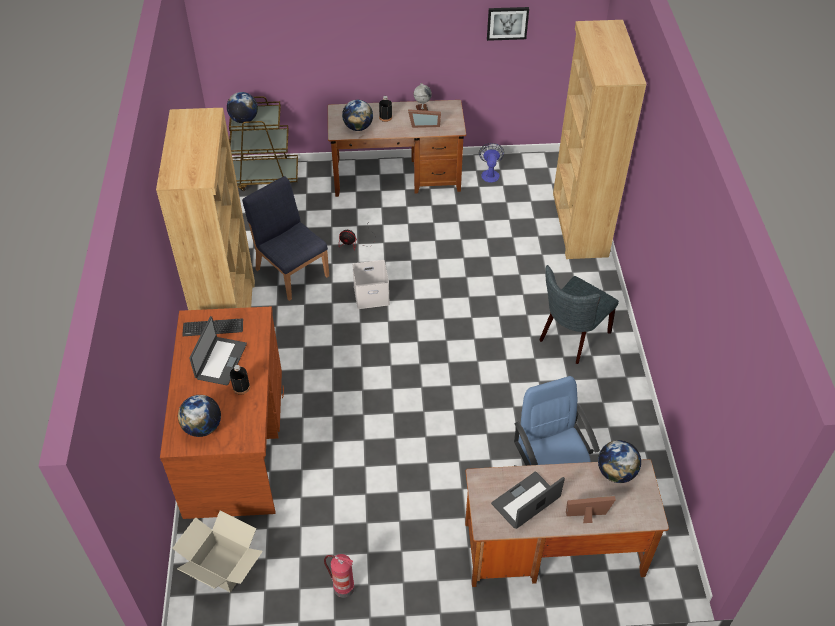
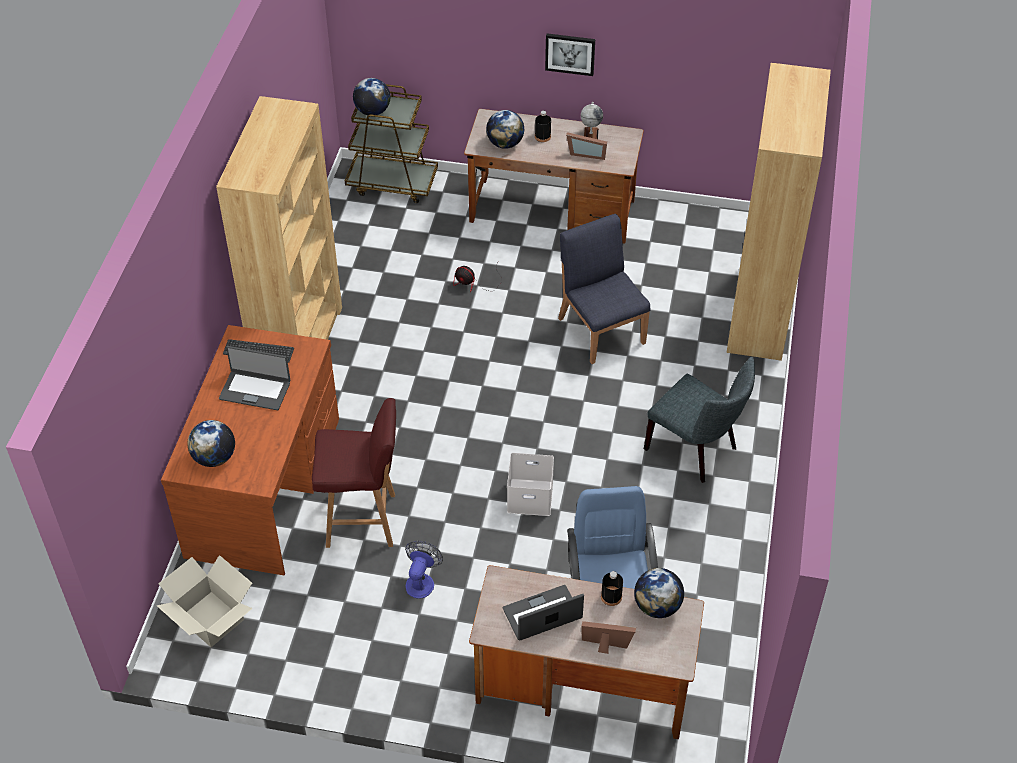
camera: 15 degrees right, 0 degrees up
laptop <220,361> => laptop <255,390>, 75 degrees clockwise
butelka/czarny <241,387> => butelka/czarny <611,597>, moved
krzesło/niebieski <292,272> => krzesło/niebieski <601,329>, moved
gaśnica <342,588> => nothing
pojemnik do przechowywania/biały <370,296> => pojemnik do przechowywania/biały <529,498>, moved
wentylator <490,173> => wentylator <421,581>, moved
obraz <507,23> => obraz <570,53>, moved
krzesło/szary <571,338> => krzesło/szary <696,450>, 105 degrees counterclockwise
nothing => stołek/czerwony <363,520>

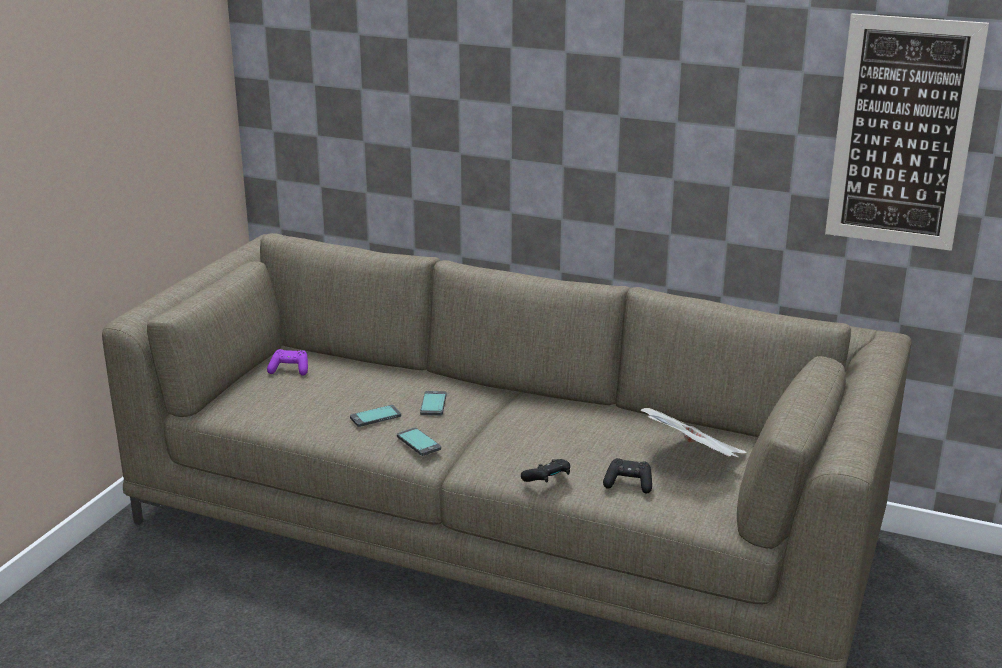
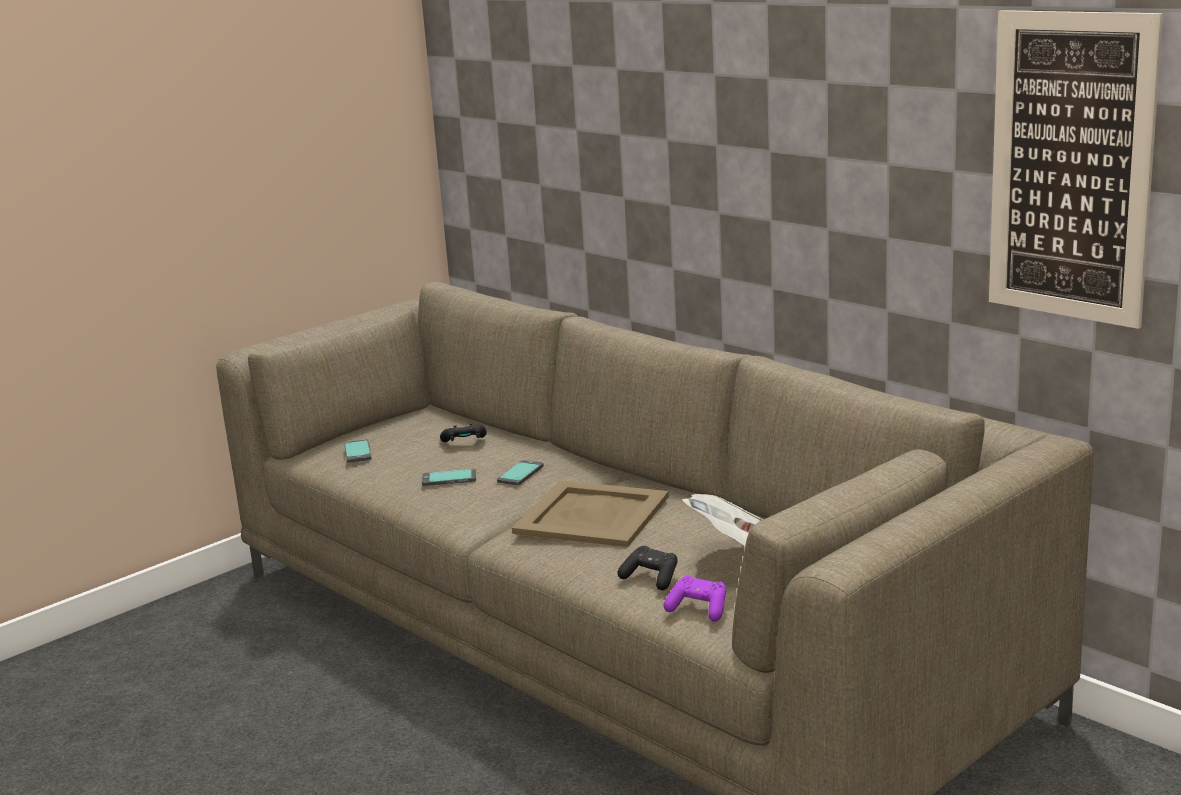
camera: 25 degrees right, 5 degrees down
pad do gier/fioletowy <290,370> => pad do gier/fioletowy <698,609>, moved
telefon <419,442> => telefon <358,452>, moved
pad do gier/czarny <547,480> => pad do gier/czarny <464,443>, moved
nothing => taca/beżowy <592,515>

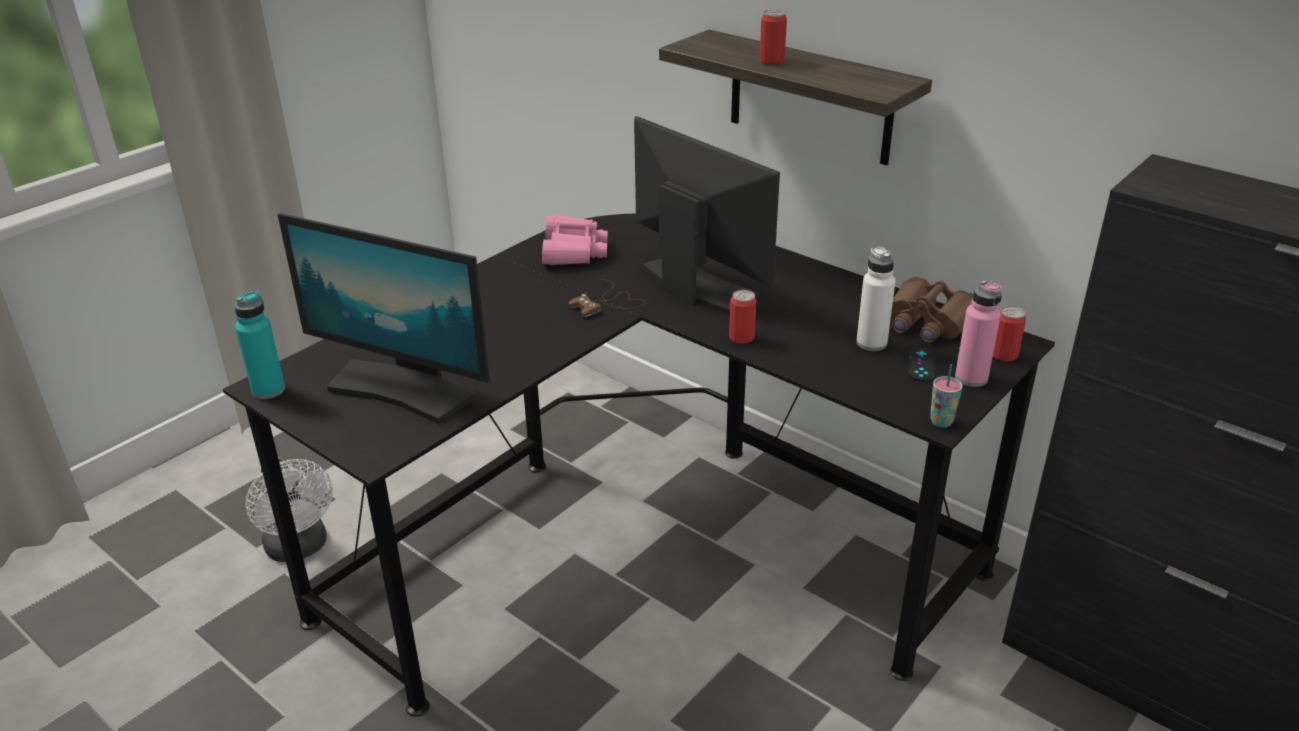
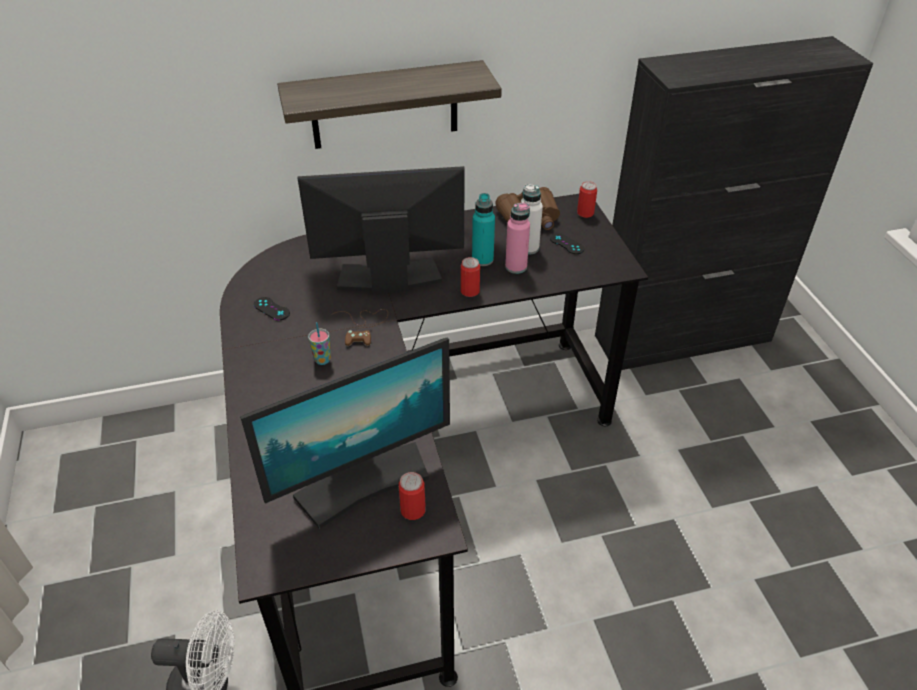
camera: 55 degrees left, 10 degrees up
butelka/turkusowy <268,390> => butelka/turkusowy <482,260>, moved
lornetka/różowy <573,251> => pad do gier/czarny <271,309>
puszka <771,61> => puszka <413,510>, moved
filiżanka <941,422> => filiżanka <322,360>, moved
butelka/różowy <971,378> => butelka/różowy <516,267>, moved

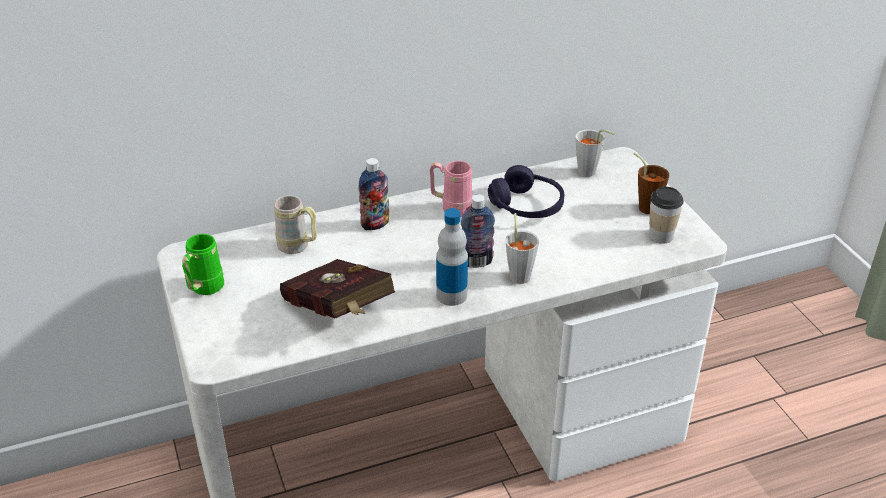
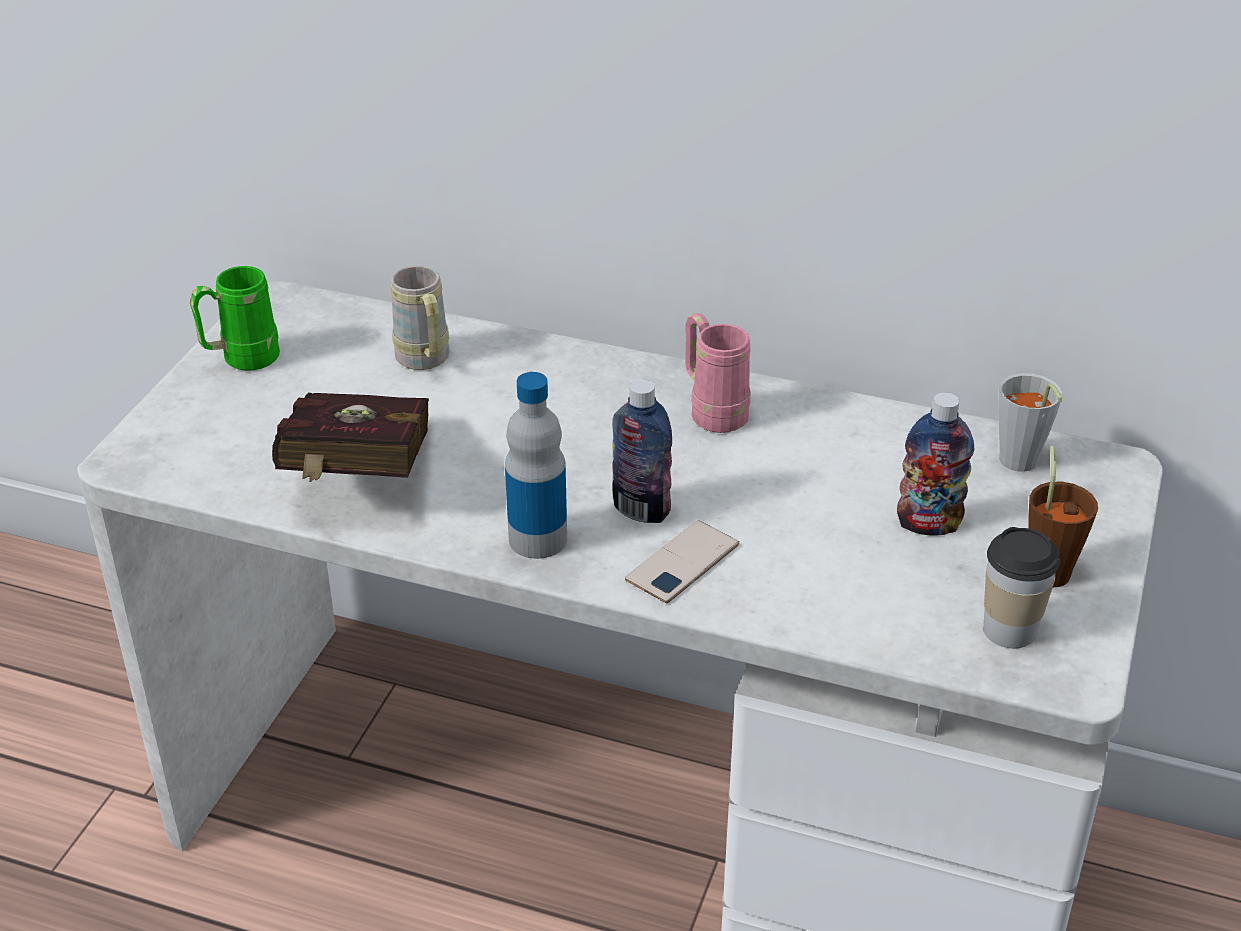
camera: 40 degrees right, 0 degrees up
butelka <375,224> => butelka <928,524>, moved
słuchawki/fioletowy <527,206> => nothing
filiżanka/szary <519,273> => telefon <682,562>

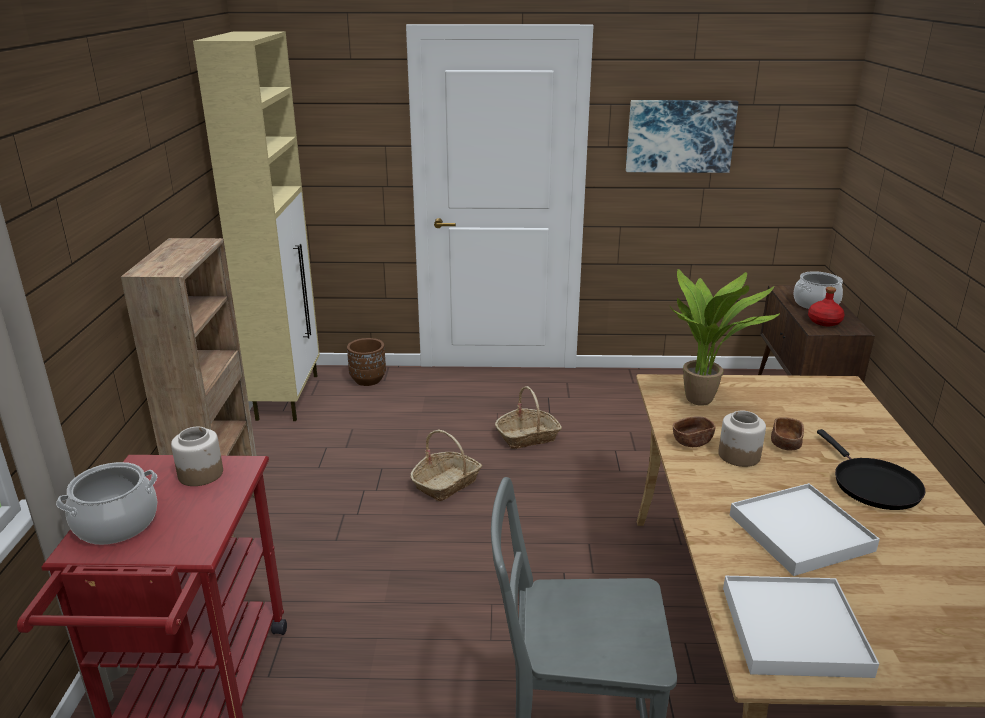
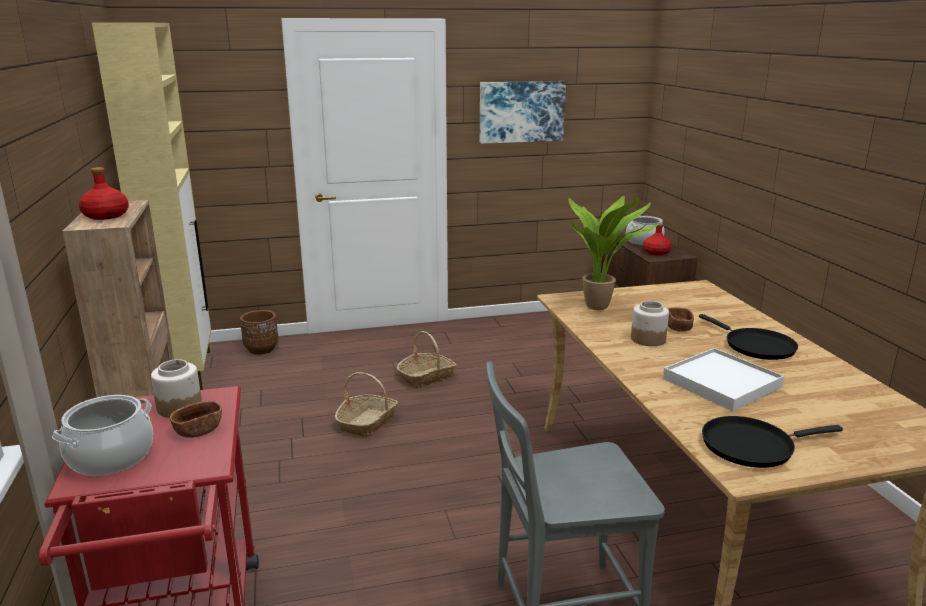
camera: 15 degrees left, 5 degrees down
miska/brązowy <692,441> => miska/brązowy <199,431>, moved
taca/biały <793,630> => patelnia/czarny <752,446>
nothing => butelka/czerwony <105,216>

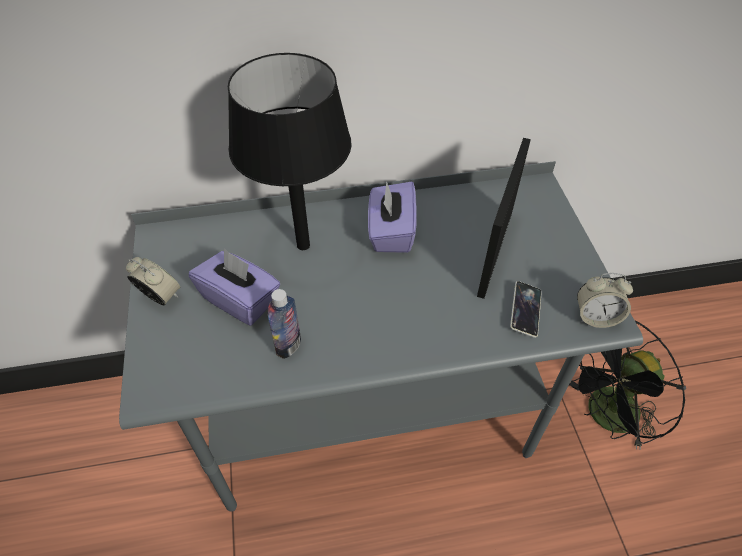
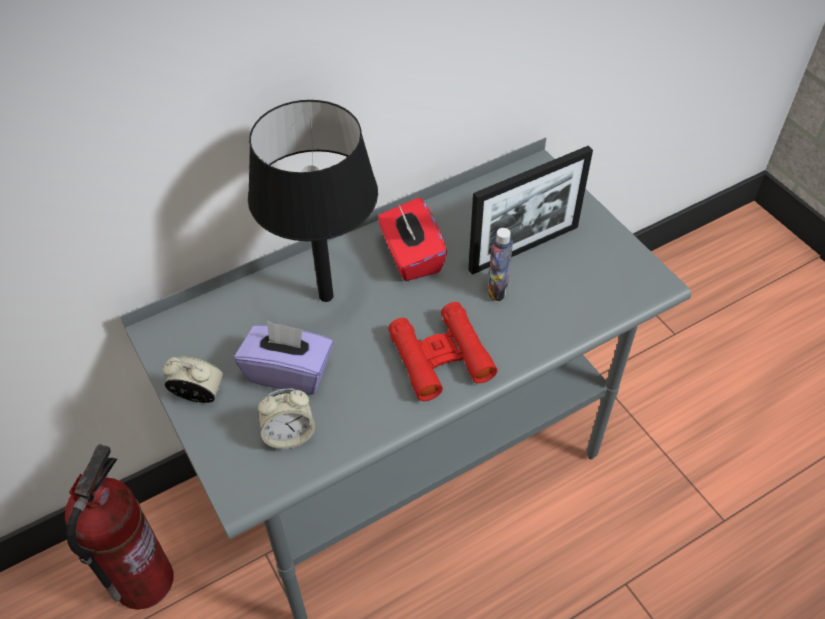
camera: 20 degrees left, 0 degrees up
butelka <288,346> => butelka <497,289>, moved
pudełko chusteczek/fioletowy <391,232> => pudełko chusteczek/czerwony <411,256>
ramka na zdjęcie <495,252> => ramka na zdjęcie <524,248>, 120 degrees counterclockwise
telefon <525,311> => nothing
wentylator/czarny <605,417> => nothing
budzik <595,317> => budzik <289,435>, moved
nothing => gaśnica <144,581>
nothing => lornetka/czerwony <440,357>

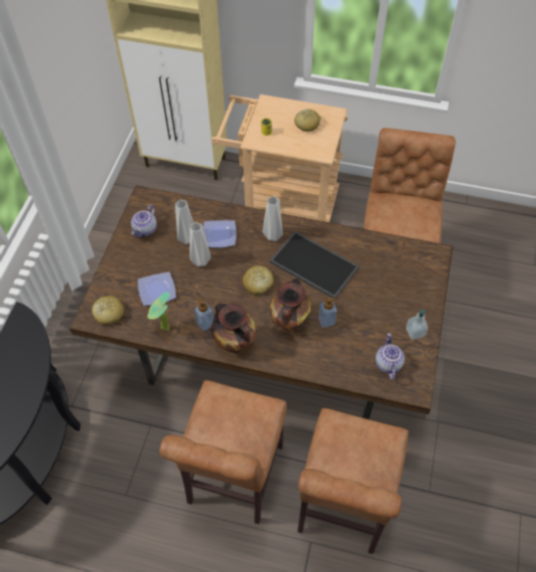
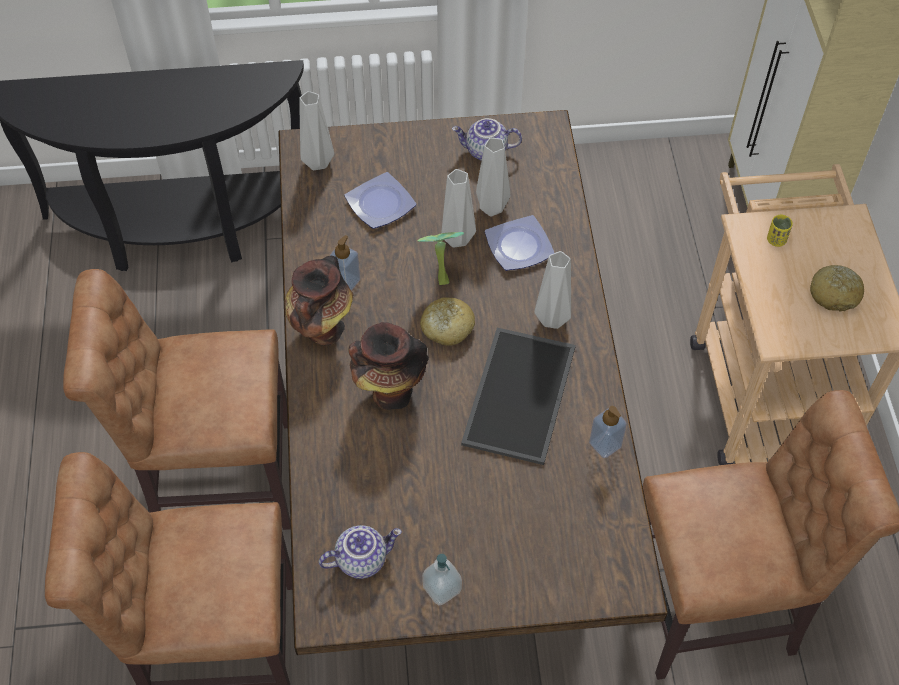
camera: 70 degrees right, 0 degrees up
chleb <108,313> => wazon/szary <319,163>
roślina doniczkowa <163,329> => roślina doniczkowa <440,279>, moved
dozownik mydła <326,321> => dozownik mydła <605,444>, moved

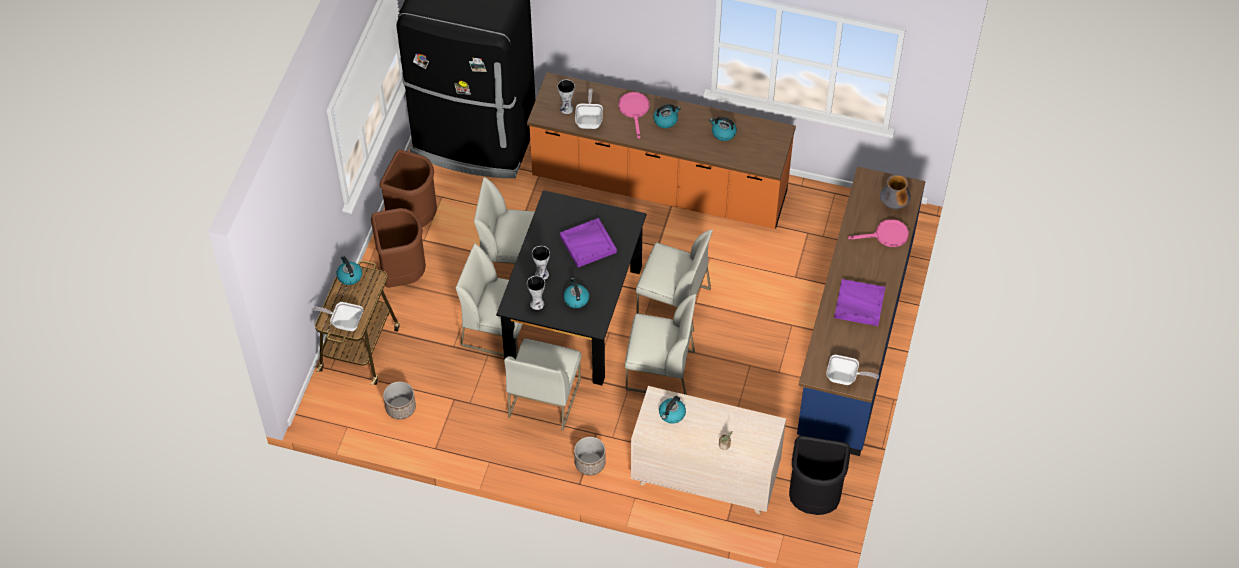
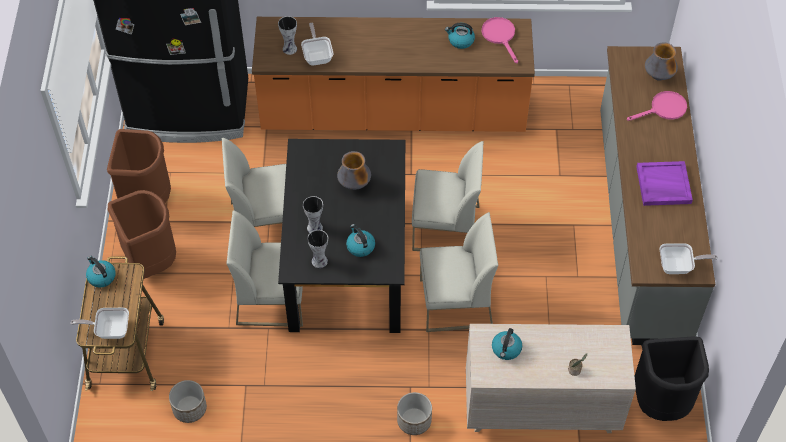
camera: 15 degrees left, 0 degrees up
krzesło/biały <544,397> => nothing
taca/fioletowy <588,243> => wazon <354,184>
patelnia/różowy <634,110> => patelnia/różowy <500,36>, moved
czajnik <666,120> => nothing
zabudowa kuchenna/niebieski <853,339> => zabudowa kuchenna/szary <640,225>

